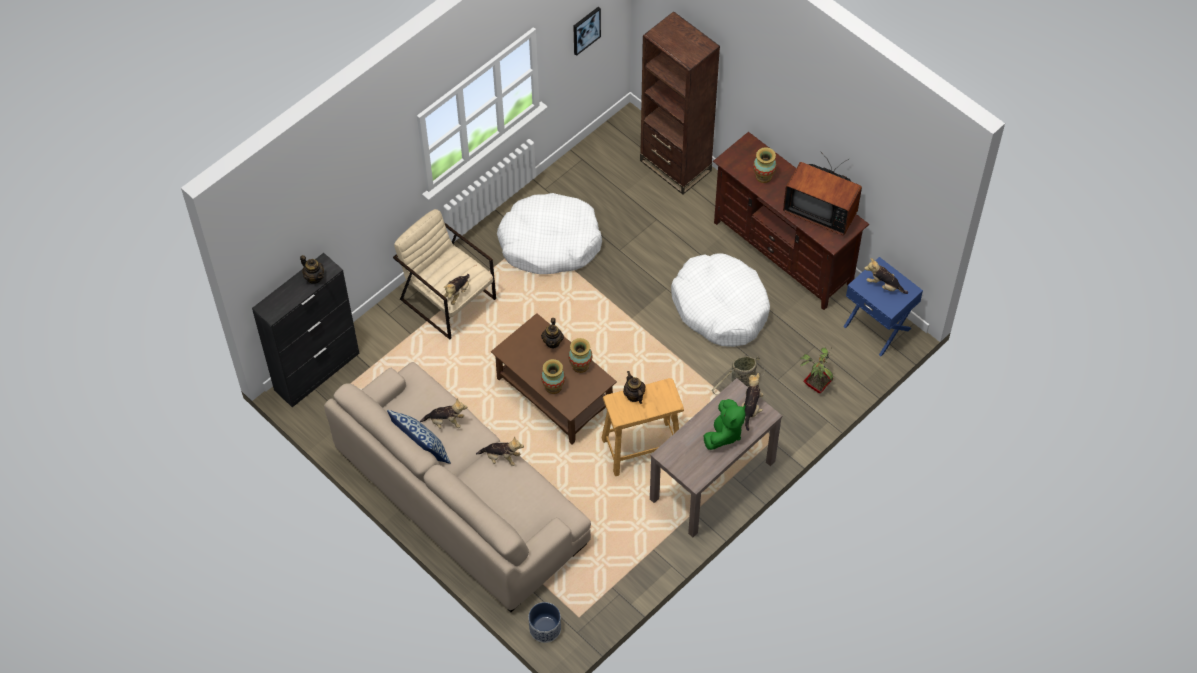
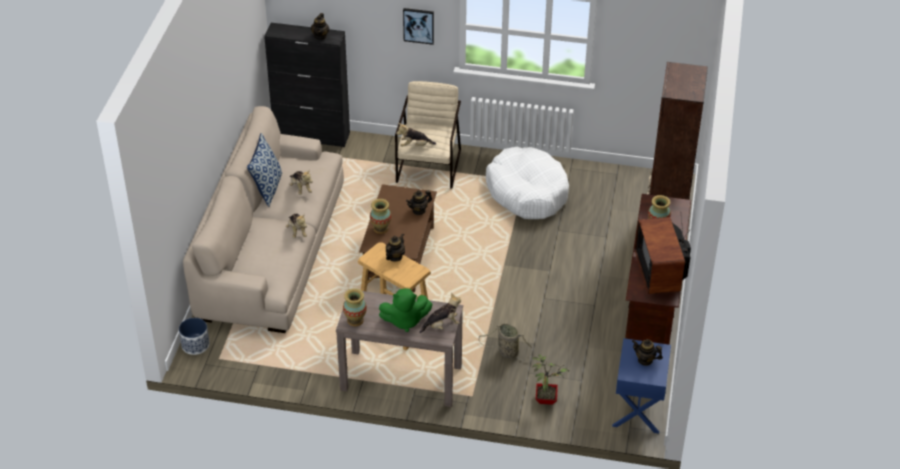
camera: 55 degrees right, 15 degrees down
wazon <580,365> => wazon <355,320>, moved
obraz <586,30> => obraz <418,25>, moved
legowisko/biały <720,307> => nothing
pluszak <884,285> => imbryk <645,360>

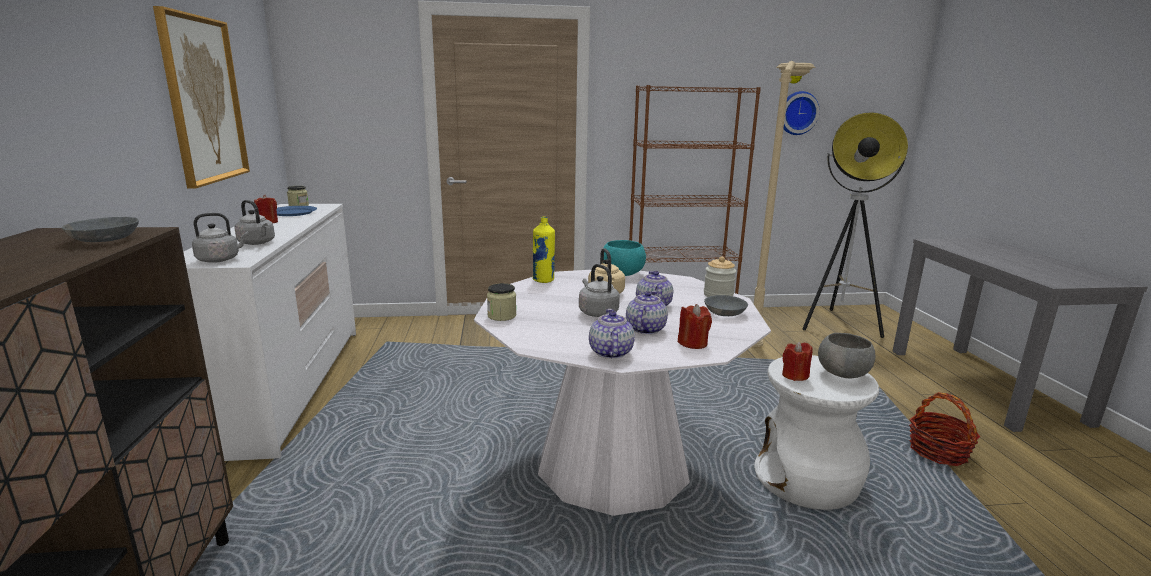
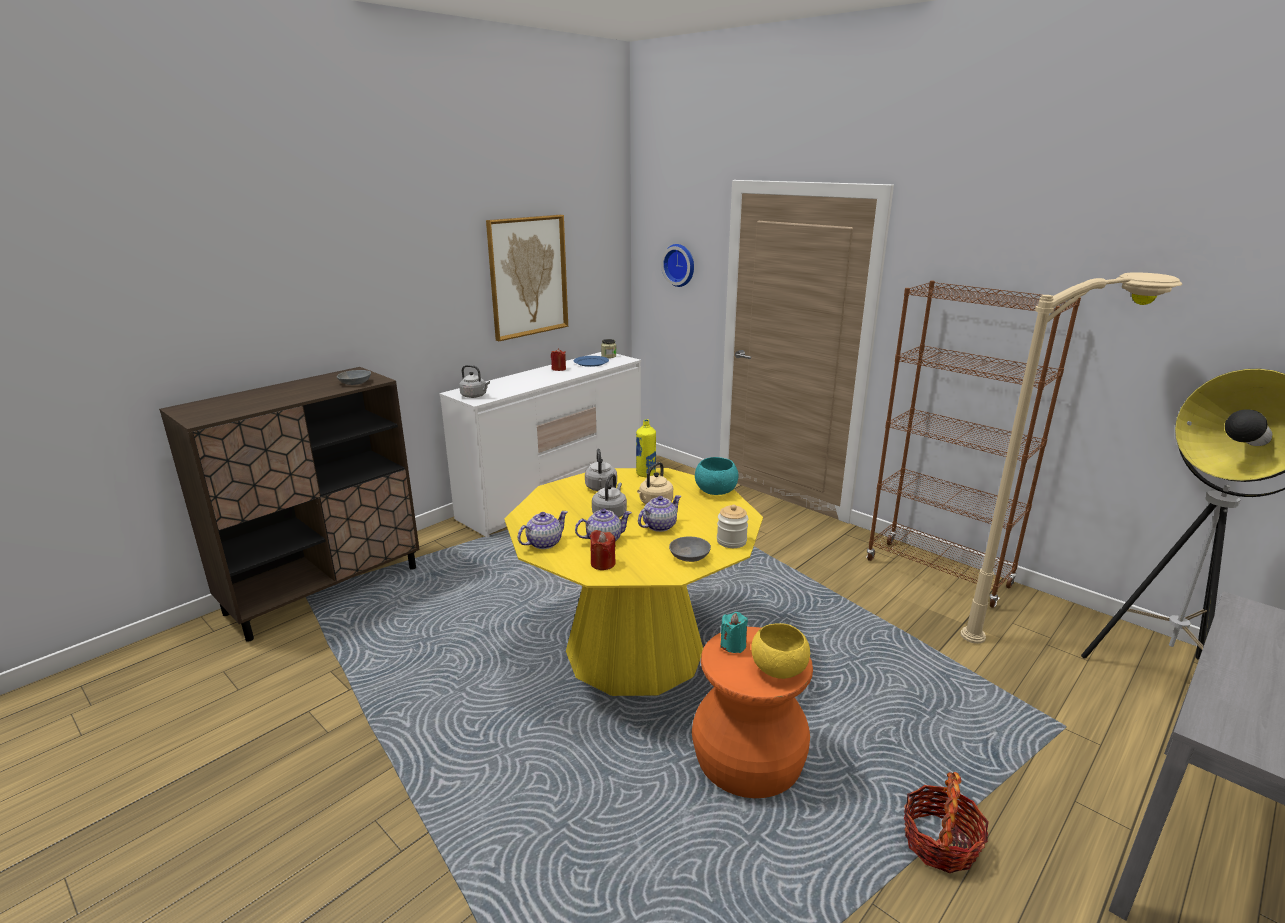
camera: 50 degrees right, 5 degrees up
czajnik/szary <257,243> => czajnik/szary <601,488>, moved
stół jadalny/biały <613,465> => stół jadalny/żółty <634,651>
słoik <502,316> => nothing
stołek/biały <807,479> => stołek/pomarańczowy <749,759>
świeca/czerwony <795,375> => świeca/turkusowy <733,645>
zegar ścienny <797,113> => zegar ścienny <680,265>, moved
miska/szary <842,373> => miska/żółty <778,668>

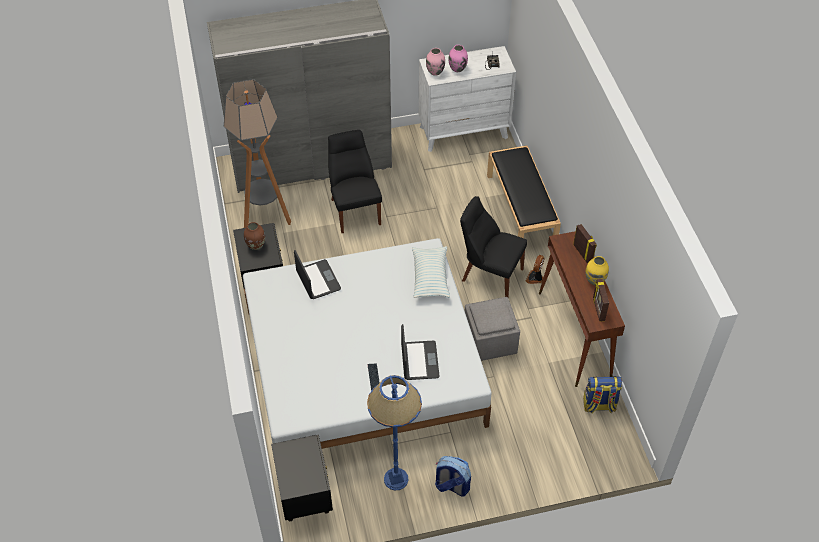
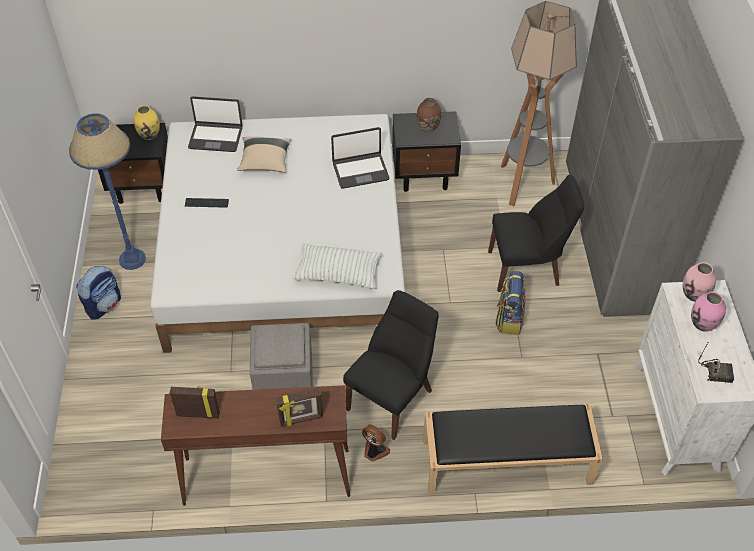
camera: 100 degrees right, 0 degrees up
laptop <419,361> => laptop <216,137>, moved
plecak <599,405> => plecak <509,319>, moved
wazon/żółty <594,280> => wazon/żółty <149,135>, moved
nothing => poduszka/beżowy <265,161>

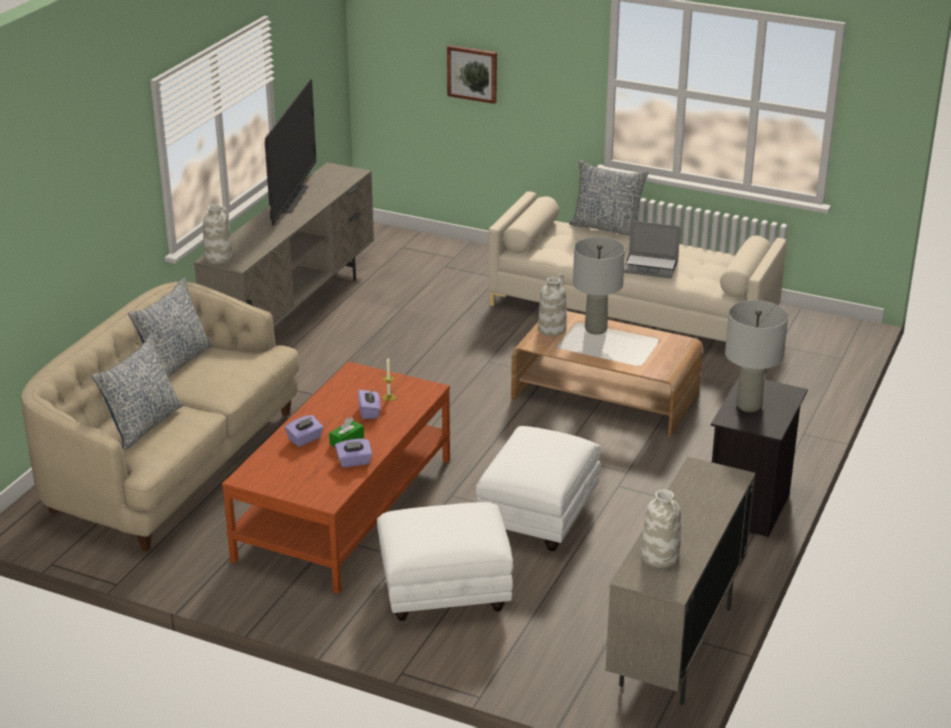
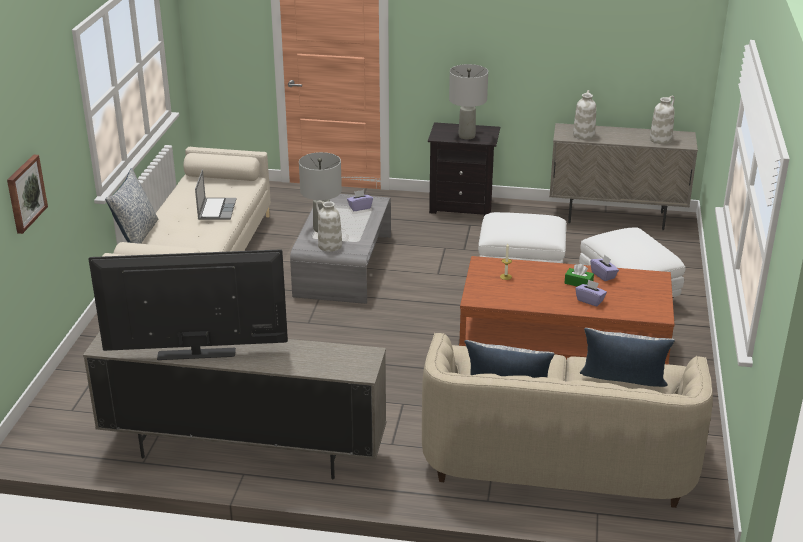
camera: 105 degrees left, 0 degrees up
wazon/biały <219,257> => wazon/biały <583,135>, moved
pudełko chusteczek/fioletowy <369,412> => pudełko chusteczek/fioletowy <360,207>, moved
ława/brązowy <605,395> => ława/szary <343,265>

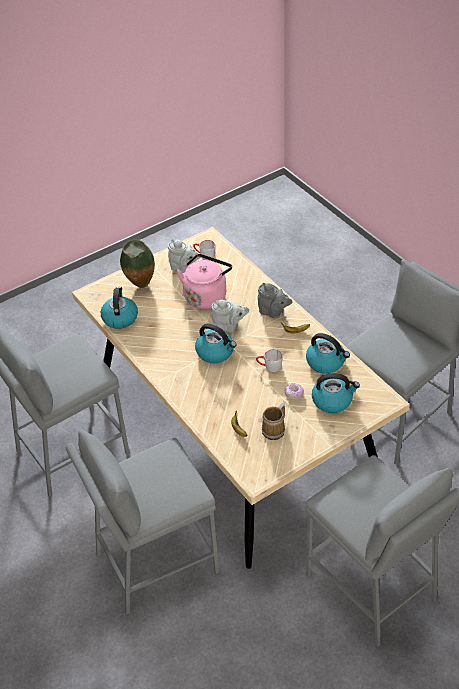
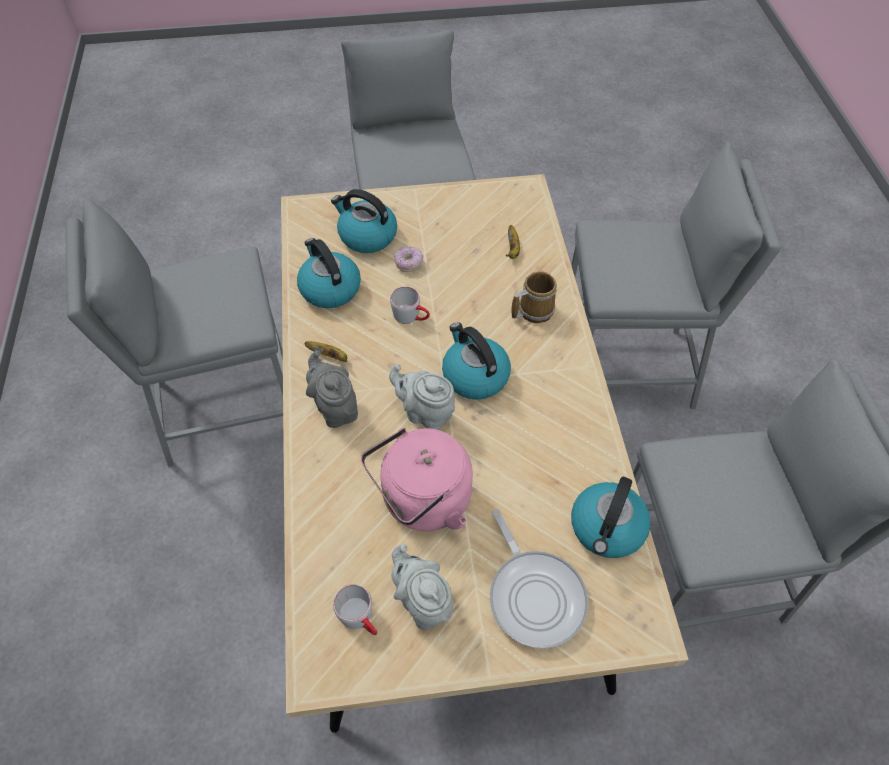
camera: 155 degrees left, 10 degrees up
wazon <141,286> => patelnia <534,595>
kubek <275,430> => kubek <533,310>, moved

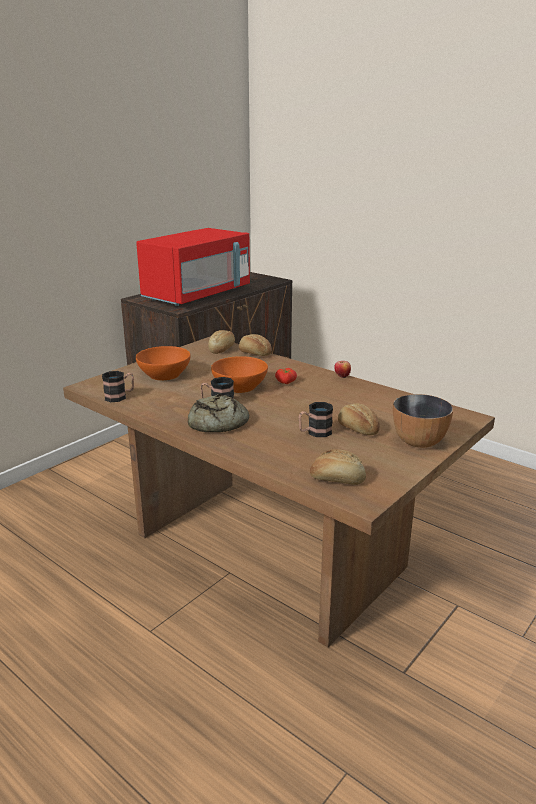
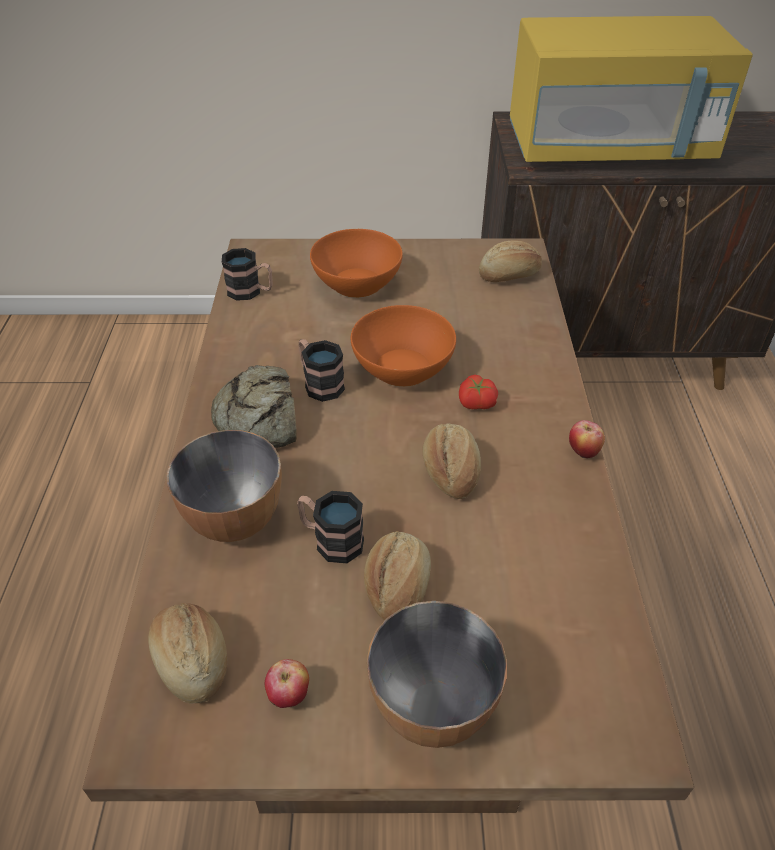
camera: 50 degrees right, 20 degrees up
mikrofalówka/czerwony <197,295> => mikrofalówka/żółty <608,148>
chleb <254,353> => chleb <450,471>, moved
nothing => miska <234,520>
nothing => jabłko <289,696>

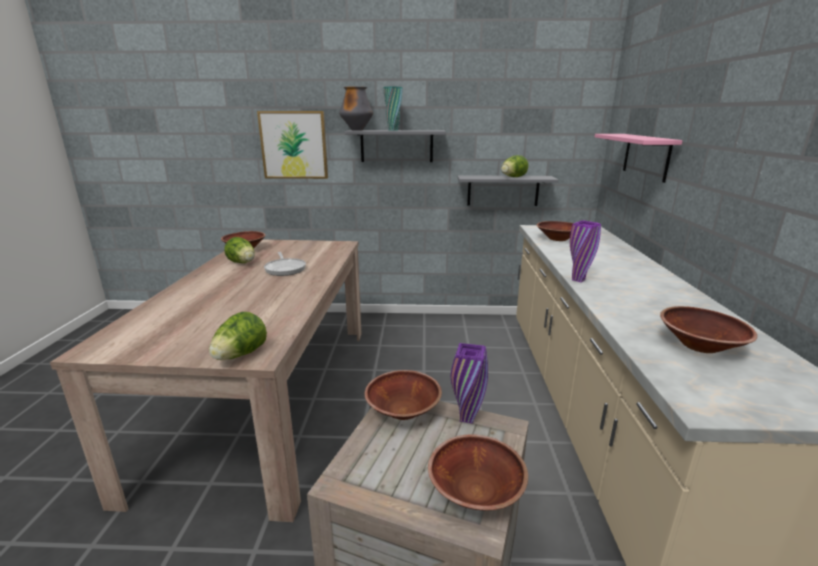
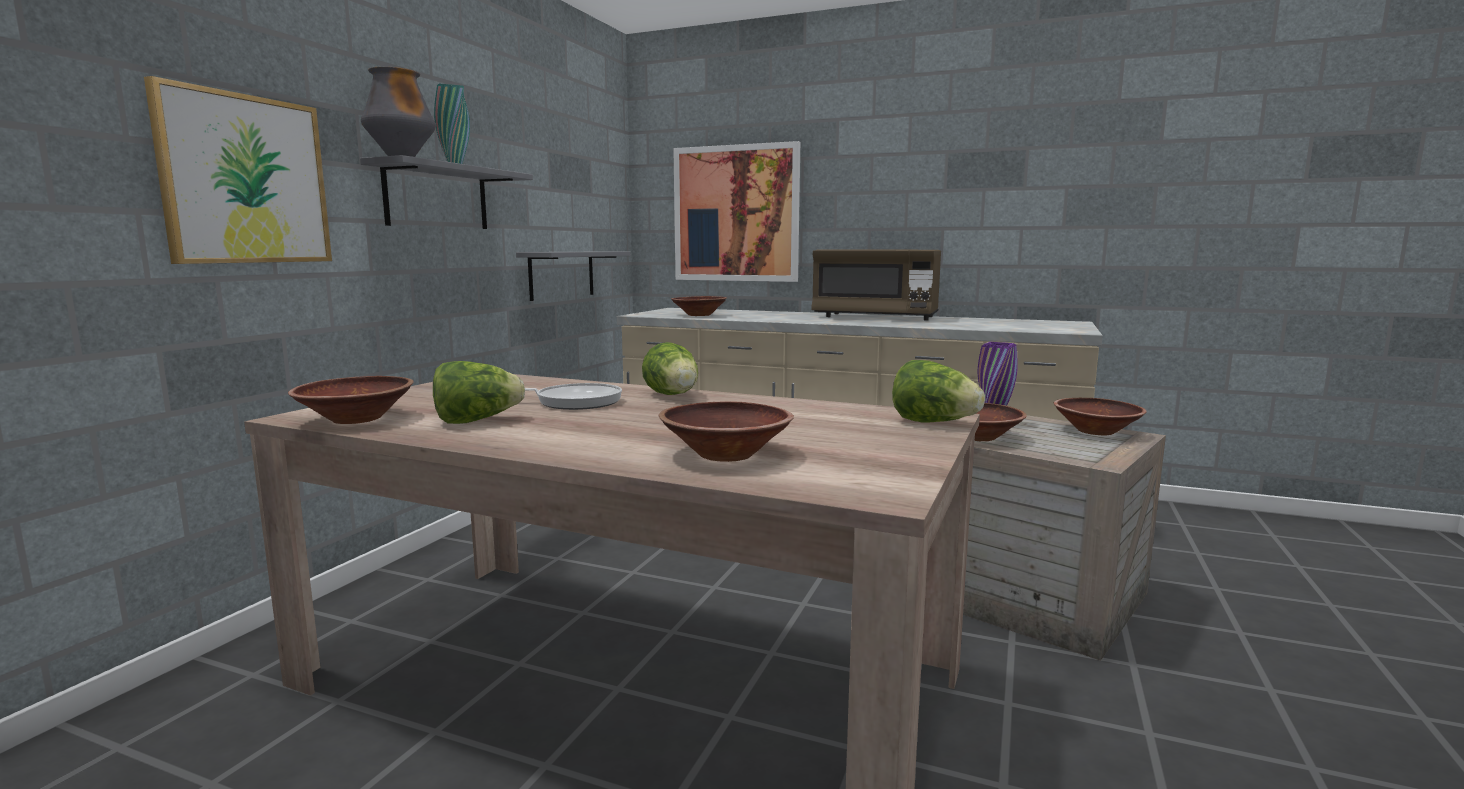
camera: 70 degrees left, 10 degrees down
sałata <512,177> => sałata <673,396>, moved
wazon/fioletowy <578,280> => nothing
półka/różowy <646,156> => obraz <736,214>
miska/brązowy <699,345> => miska/brązowy <725,454>, moved
nothing => mikrofalówka/brązowy <875,317>

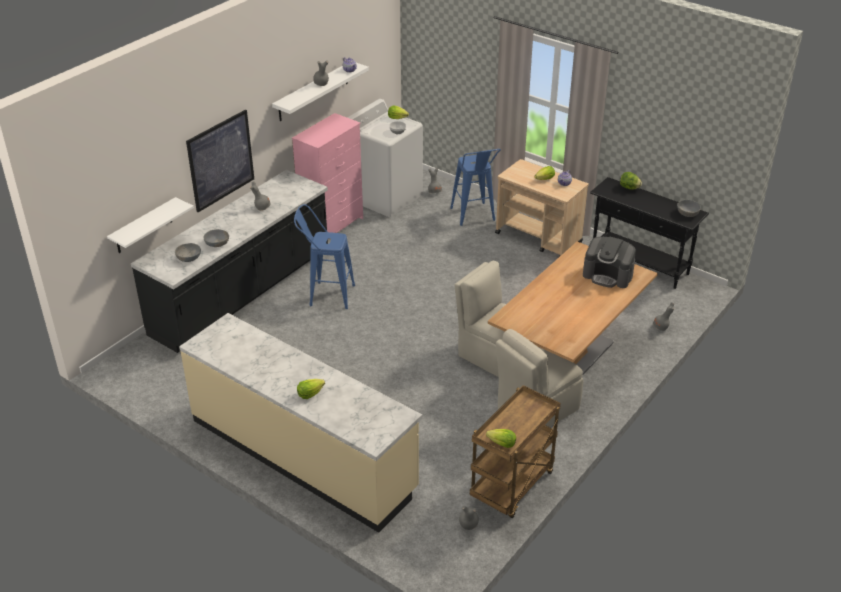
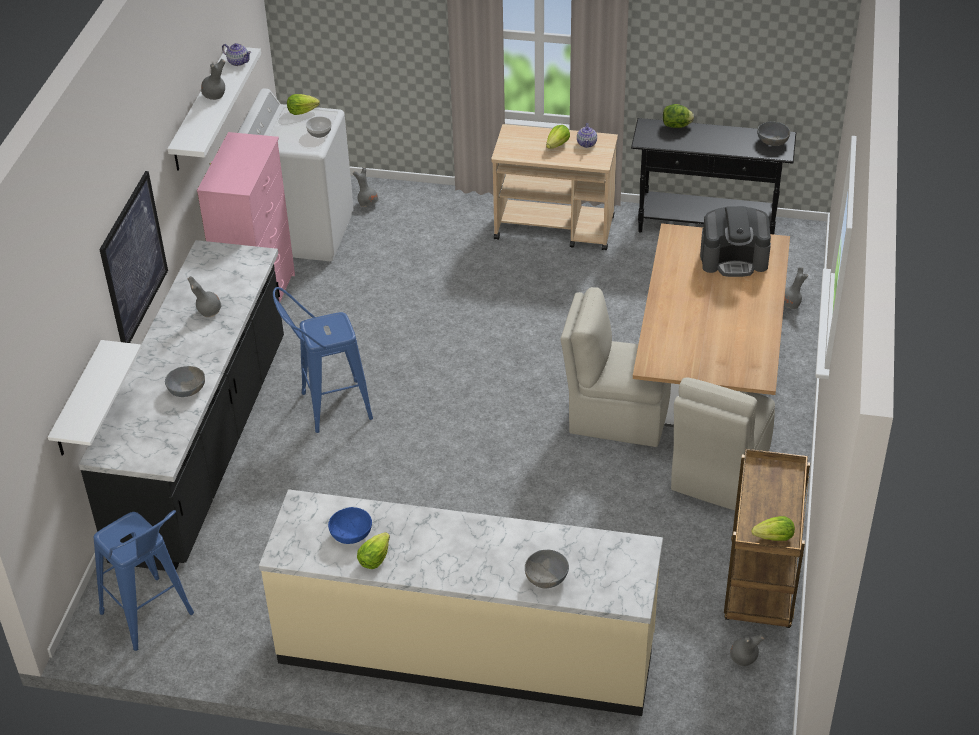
camera: 25 degrees left, 5 degrees up
miska/szary <189,258> => miska/szary <547,577>, moved
sałata <310,394> => sałata <374,559>, moved
stołek/niebieski <474,217> => stołek/niebieski <152,619>, moved
nothing => miska/niebieski <351,534>

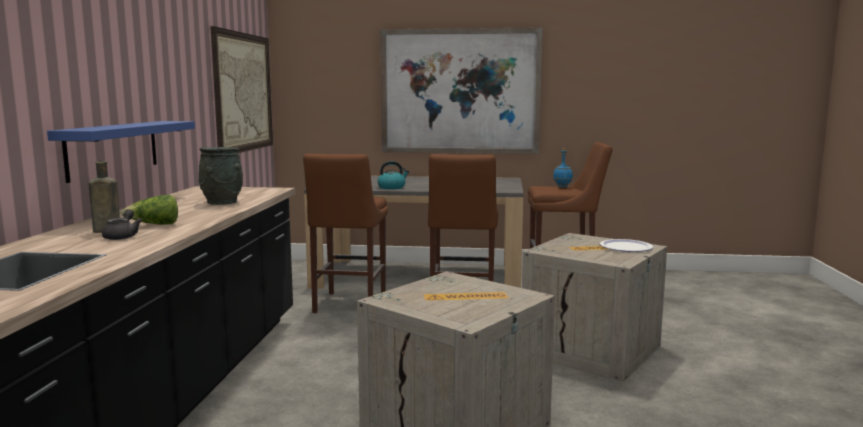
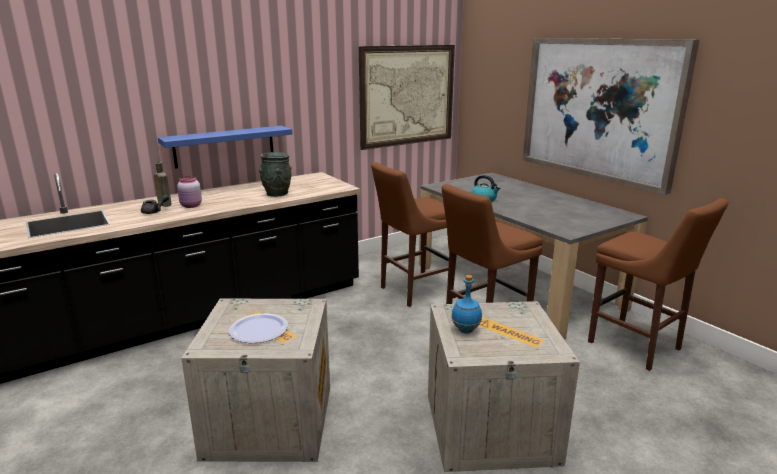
camera: 50 degrees right, 10 degrees up
sałata <154,225> => słoik/różowy <191,206>
butelka/niebieski <562,186> => butelka/niebieski <466,330>, moved
talerz <625,247> => talerz <258,330>, moved

